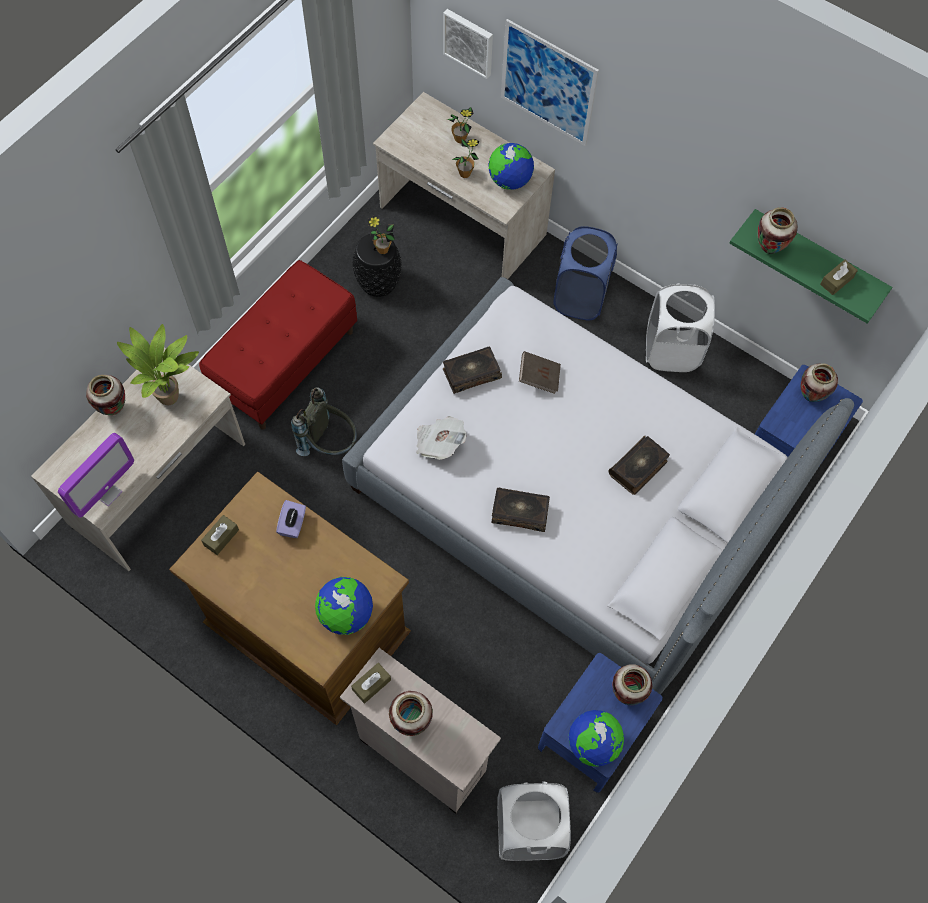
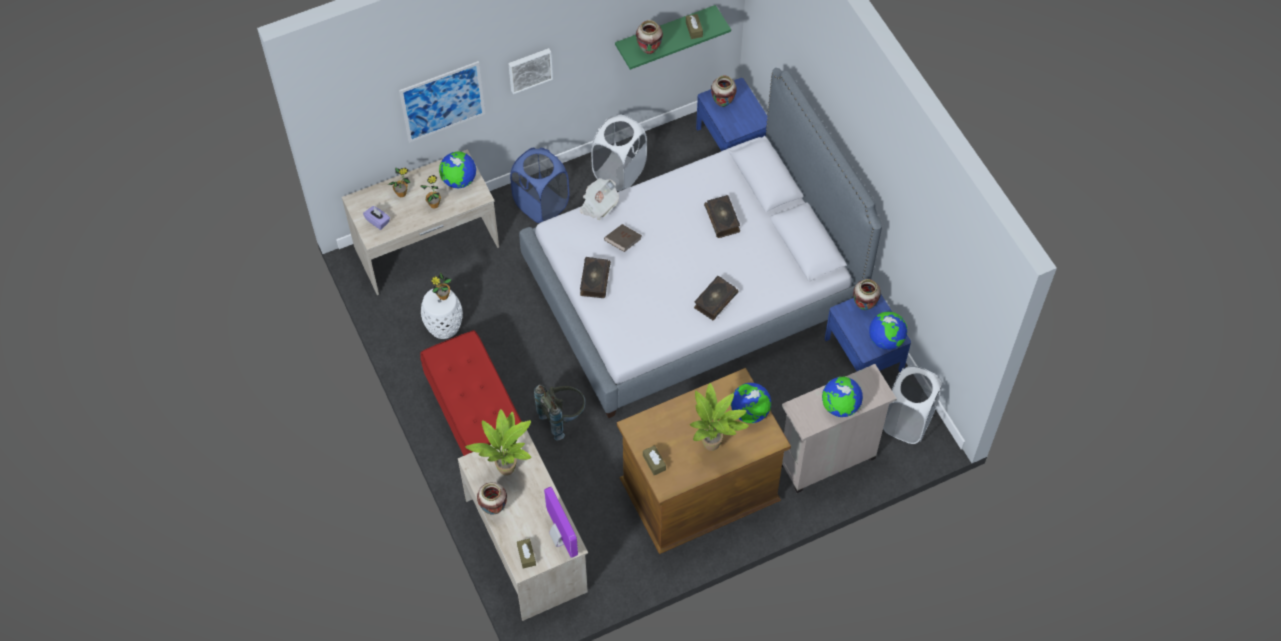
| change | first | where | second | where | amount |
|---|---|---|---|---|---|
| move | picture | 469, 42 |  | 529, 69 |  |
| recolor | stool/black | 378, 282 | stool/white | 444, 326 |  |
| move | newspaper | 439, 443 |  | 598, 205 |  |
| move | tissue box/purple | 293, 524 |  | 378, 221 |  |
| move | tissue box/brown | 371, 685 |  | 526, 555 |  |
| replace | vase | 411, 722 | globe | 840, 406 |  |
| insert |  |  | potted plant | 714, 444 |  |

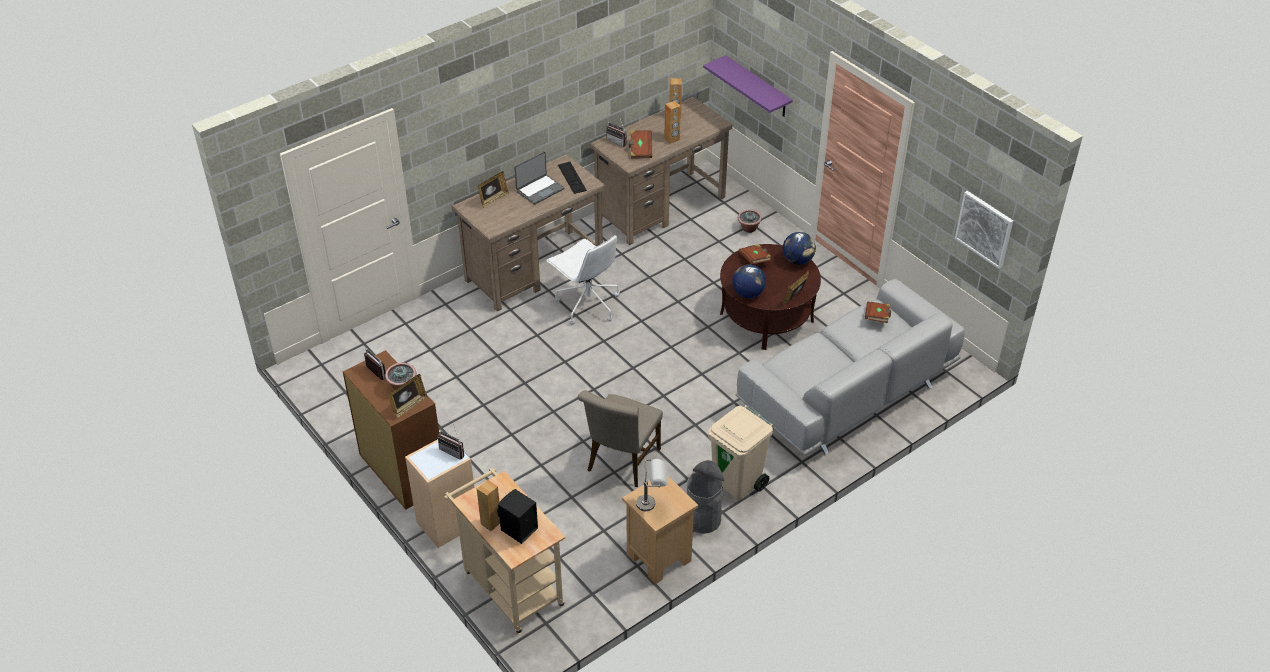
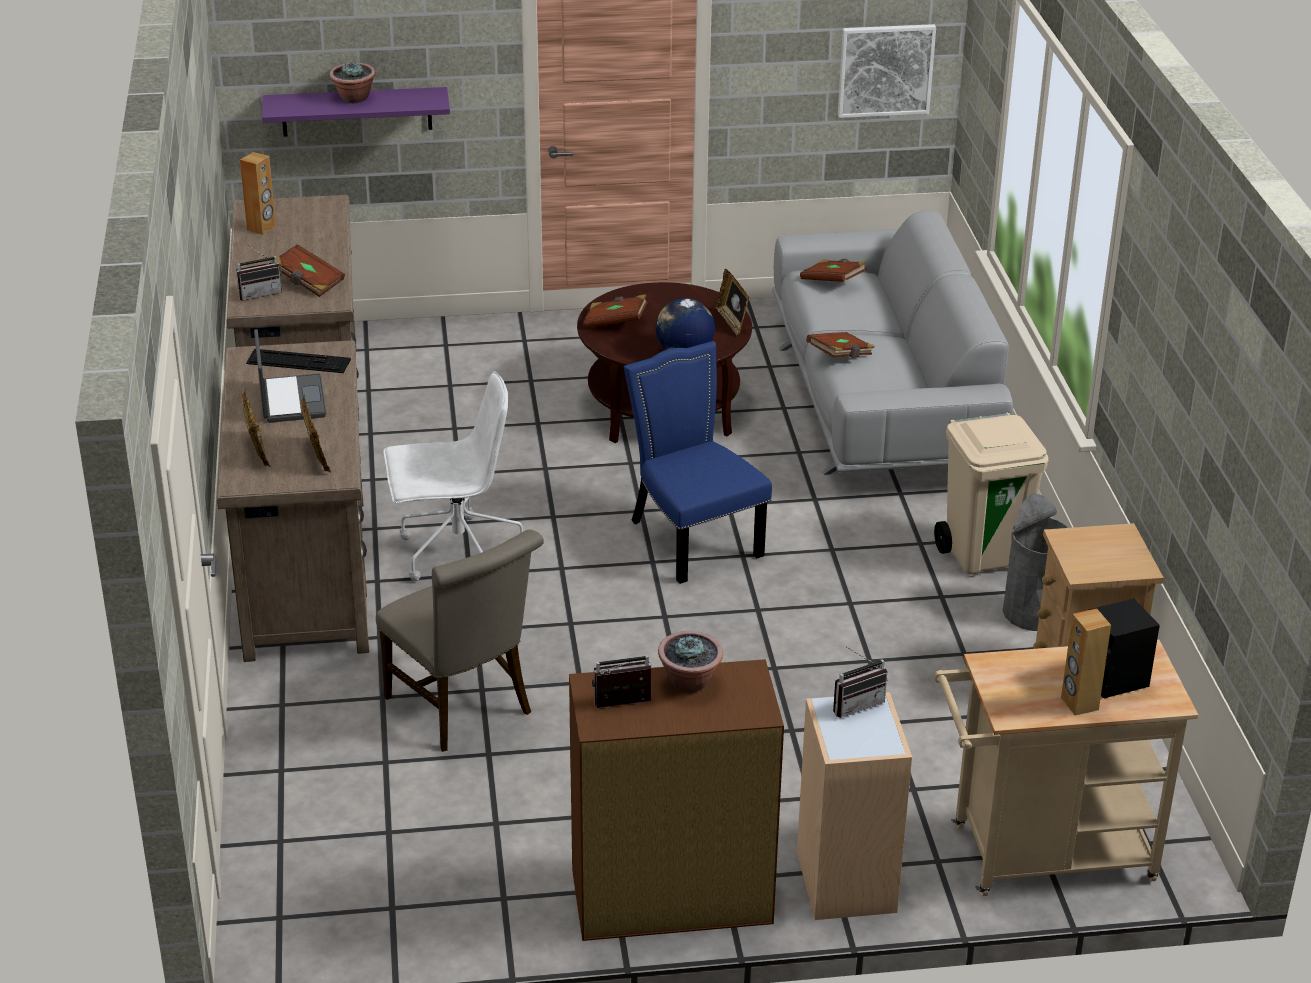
| change | first | where | second | where | amount |
|---|---|---|---|---|---|
| delete | speaker/brown | 672, 139 |  |  |  |
| move | potted plant | 748, 228 |  | 354, 98 |  |
| delete | globe | 798, 260 |  |  |  |
| move | picture frame | 409, 406 |  | 317, 457 |  |
| move | chair/beige | 621, 463 |  | 464, 708 |  |
| delete | table lamp/grey | 652, 503 |  |  |  |
| insert |  |  | book/brown | 840, 356 |  |
| insert |  |  | chair/blue | 694, 542 |  |

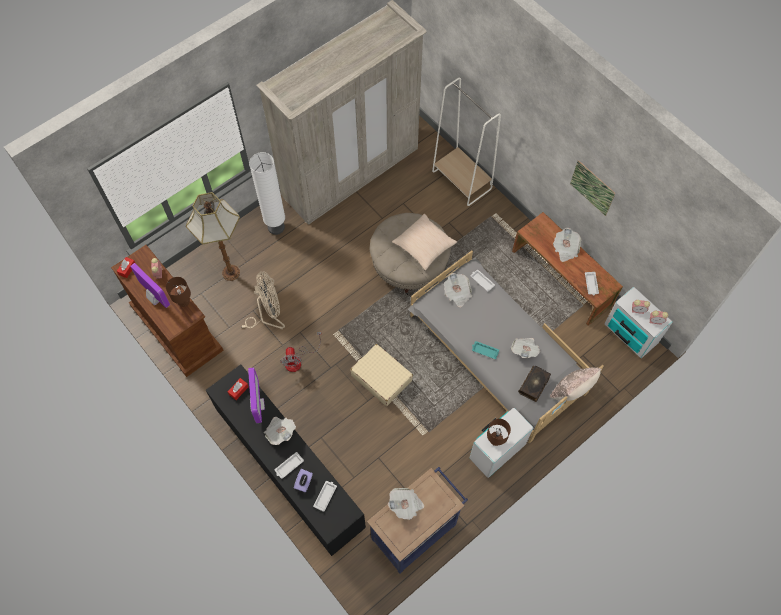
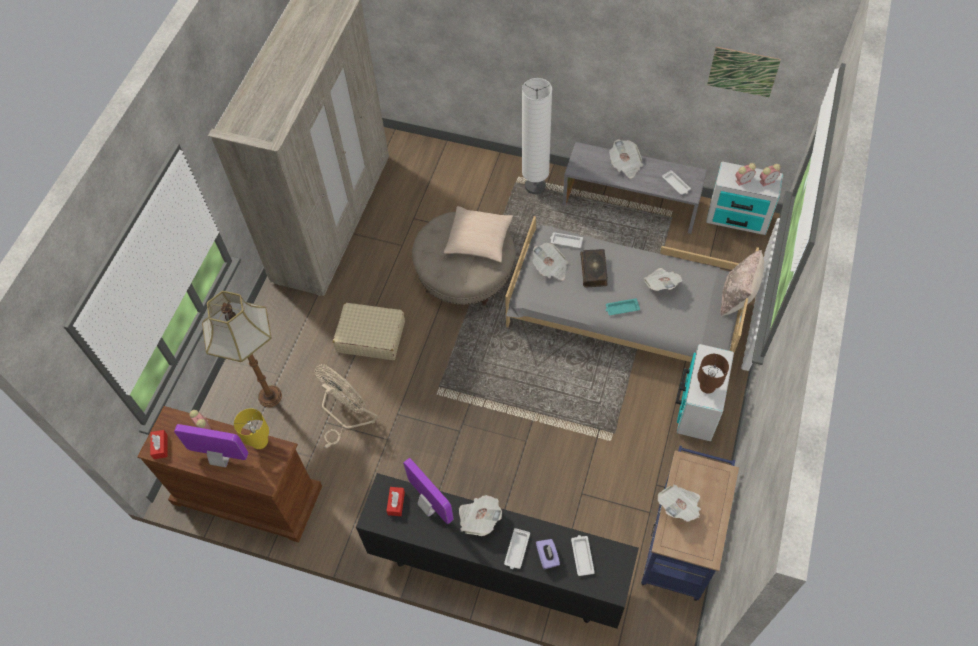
| change | first | where | second | where | amount |
|---|---|---|---|---|---|
| delete | clothes rack | 461, 181 |  |  |  |
| move | floor lamp/white | 276, 227 |  | 535, 186 |  |
| move | picture | 592, 188 |  | 743, 71 |  |
| recolor | bench/brown | 563, 277 | bench/grey | 632, 202 |  |
| recolor | table lamp/brown | 184, 302 | table lamp/yellow | 260, 442 |  |
| delete | fan | 298, 360 |  |  |  |
| move | suitcase/beige | 381, 377 |  | 370, 336 |  |
| move | book | 534, 385 |  | 594, 271 |  |

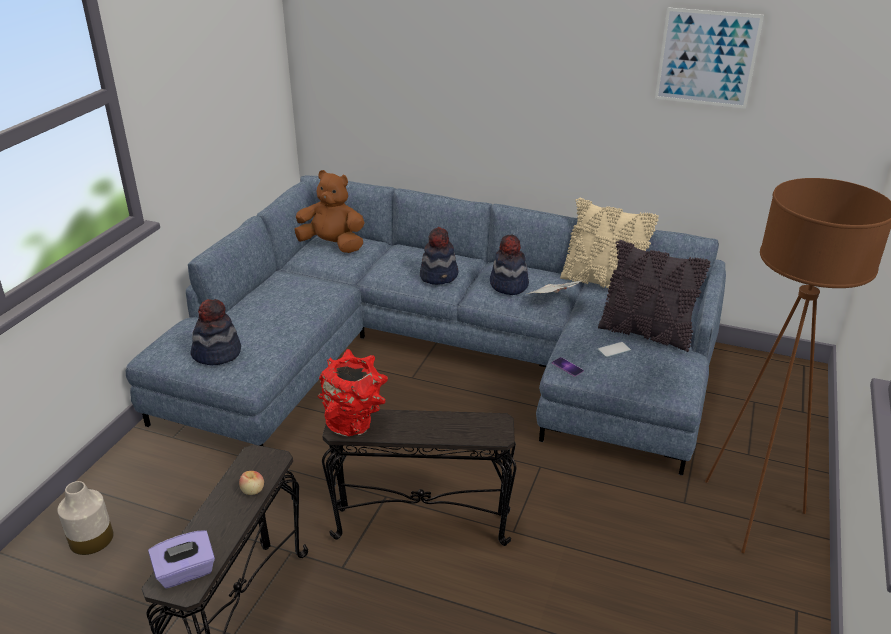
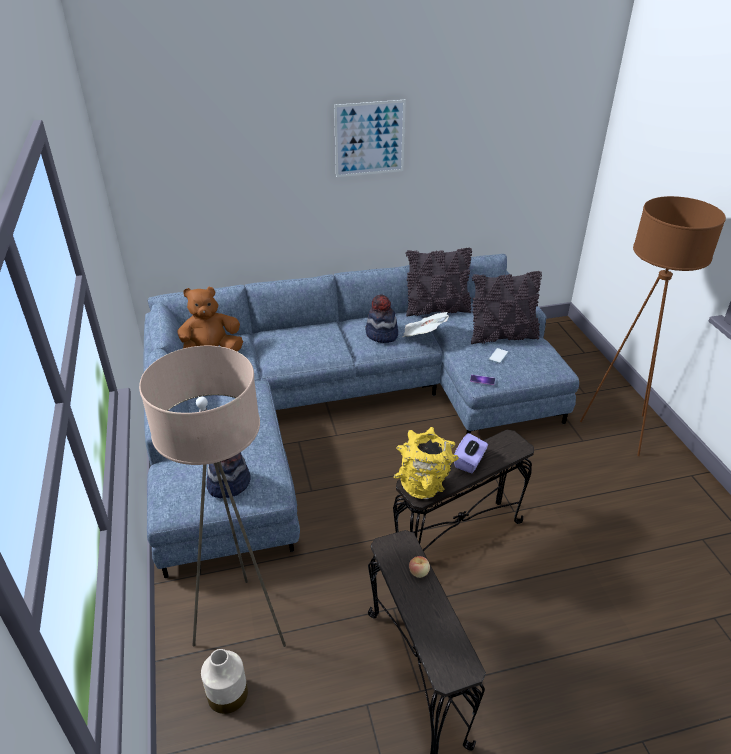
| change | first | where | second | where | amount |
|---|---|---|---|---|---|
| move | picture | 707, 58 |  | 369, 139 |  |
| recolor | pillow/beige | 603, 283 | pillow/black | 437, 309 |  |
| delete | hat | 439, 276 |  |  |  |
| recolor | vase/red | 355, 423 | vase/yellow | 424, 485 |  |
| move | tissue box/purple | 186, 572 |  | 469, 462 |  |
| insert |  |  | floor lamp/beige | 242, 623 |  |

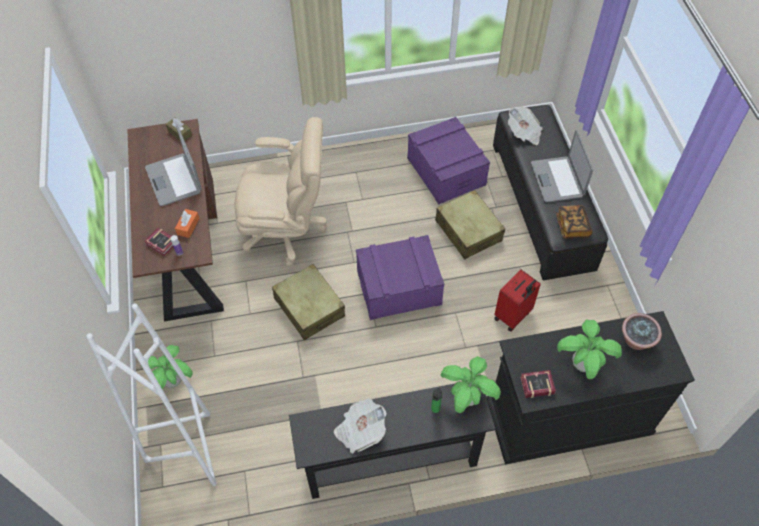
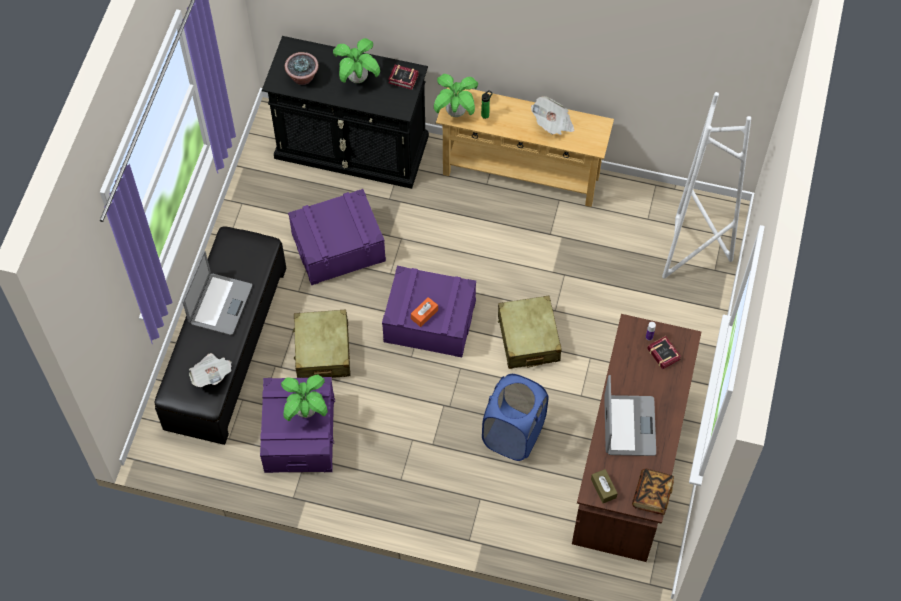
| change | first | where | second | where | amount |
|---|---|---|---|---|---|
| replace | office chair/beige | 288, 232 | laundry basket/blue | 513, 434 |  |
| move | book | 572, 227 |  | 652, 495 |  |
| move | tissue box/orange | 188, 226 |  | 424, 314 |  |
| replace | suitcase/red | 513, 316 | storage box/purple | 338, 247 |  |
| move | potted plant | 173, 381 |  | 306, 411 |  |
| recolor | console table/black | 391, 463 | console table/beige | 521, 174 |  |

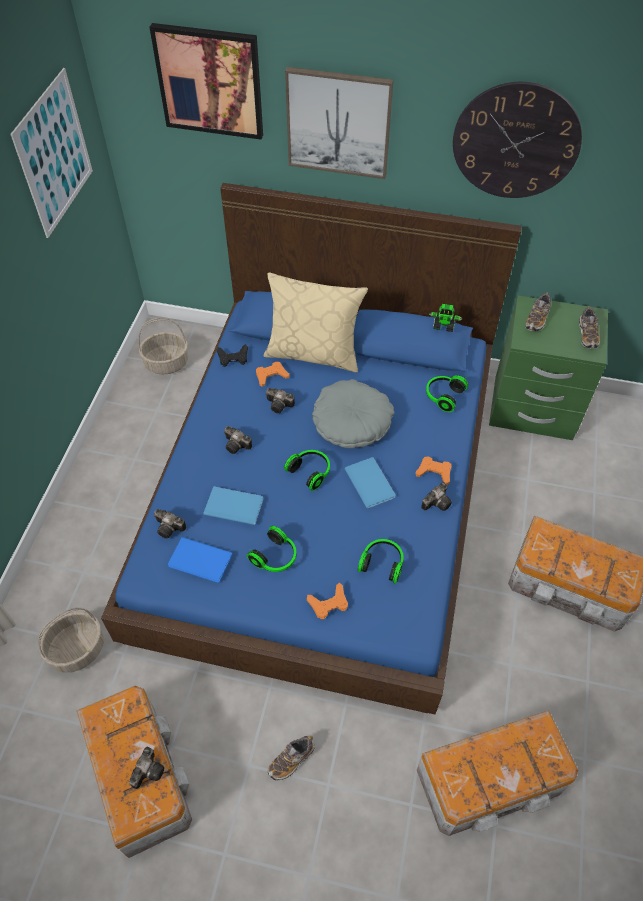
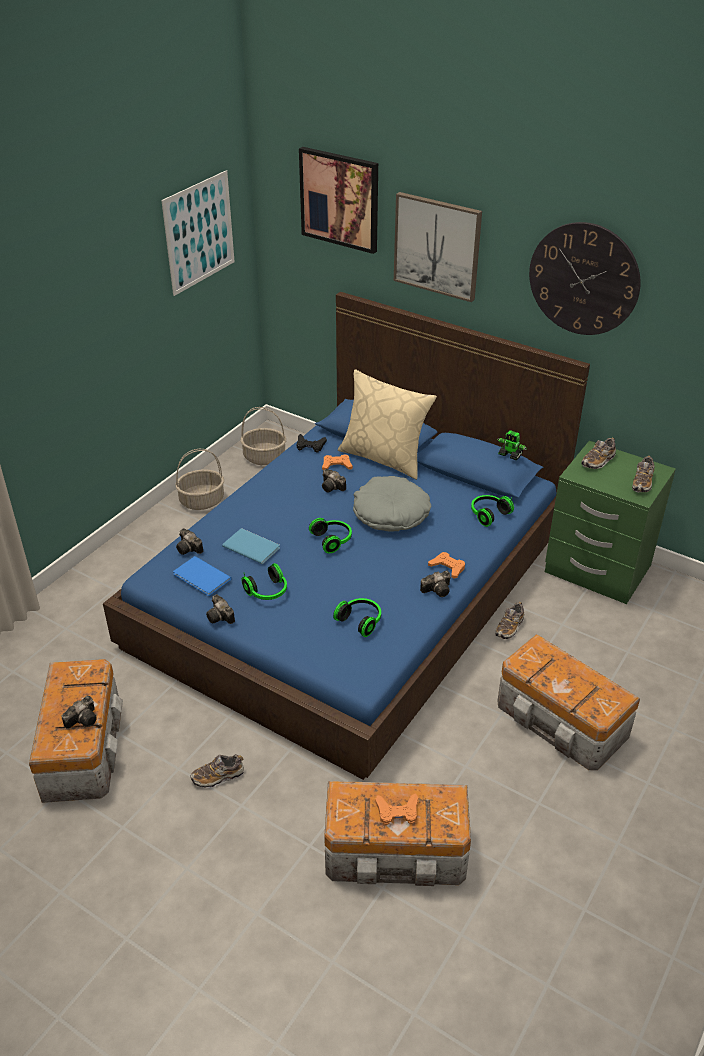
| change | first | where | second | where | amount |
|---|---|---|---|---|---|
| move | photo camera | 237, 445 |  | 221, 617 |  |
| delete | book/blue | 370, 481 |  |  |  |
| move | game controller/orange | 328, 603 |  | 397, 812 |  |
| move | basket | 78, 649 |  | 202, 500 |  |
| insert |  |  | shoe | 509, 627 |  |

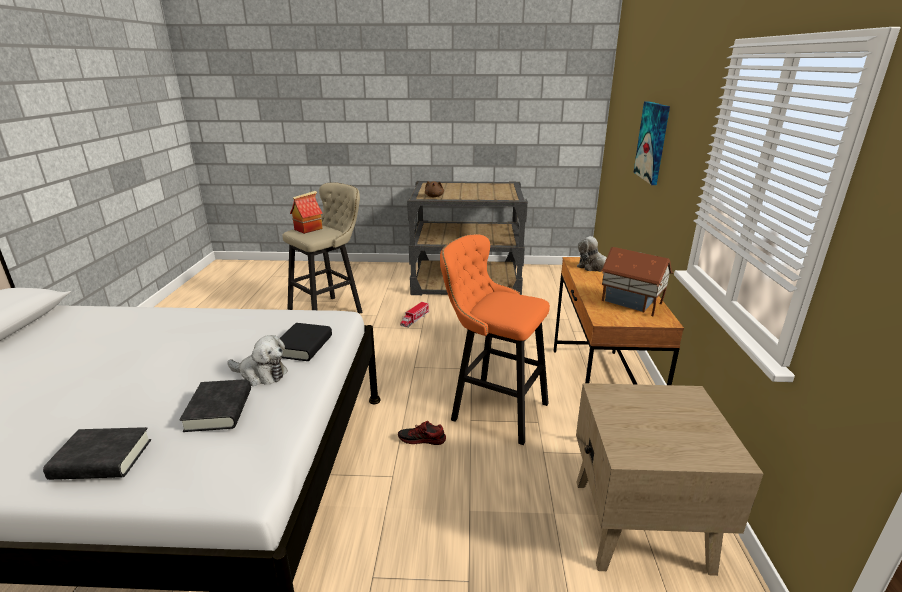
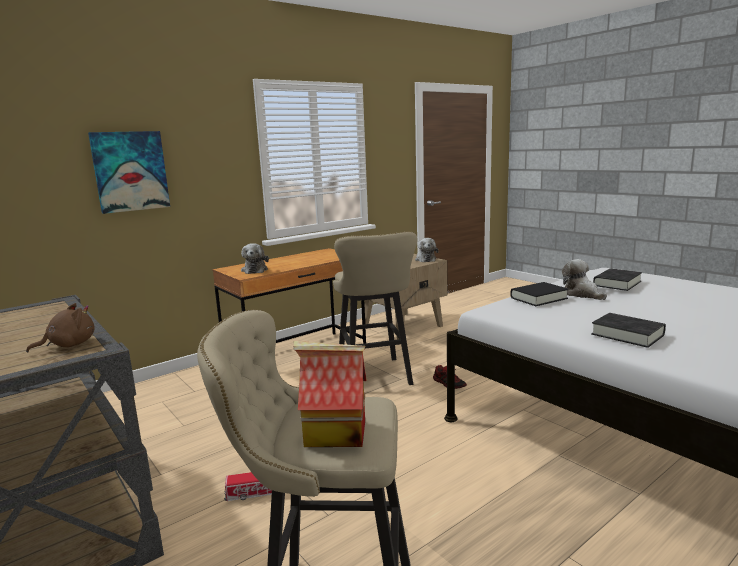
| change | first | where | second | where | amount |
|---|---|---|---|---|---|
| recolor | stool/orange | 490, 407 | stool/beige | 375, 379 |  |
| delete | toy house | 631, 303 |  |  |  |
| move | book/black | 102, 460 |  | 627, 335 |  |
| insert |  |  | plush toy | 425, 259 |  |

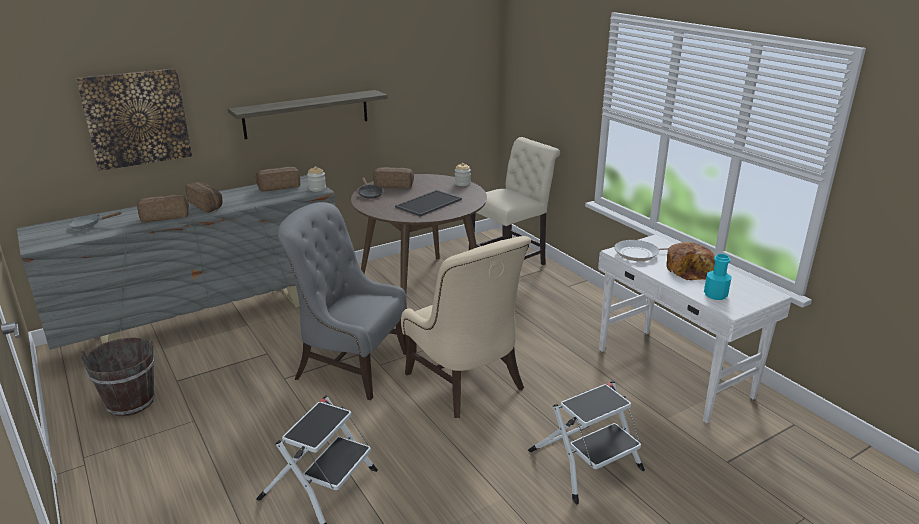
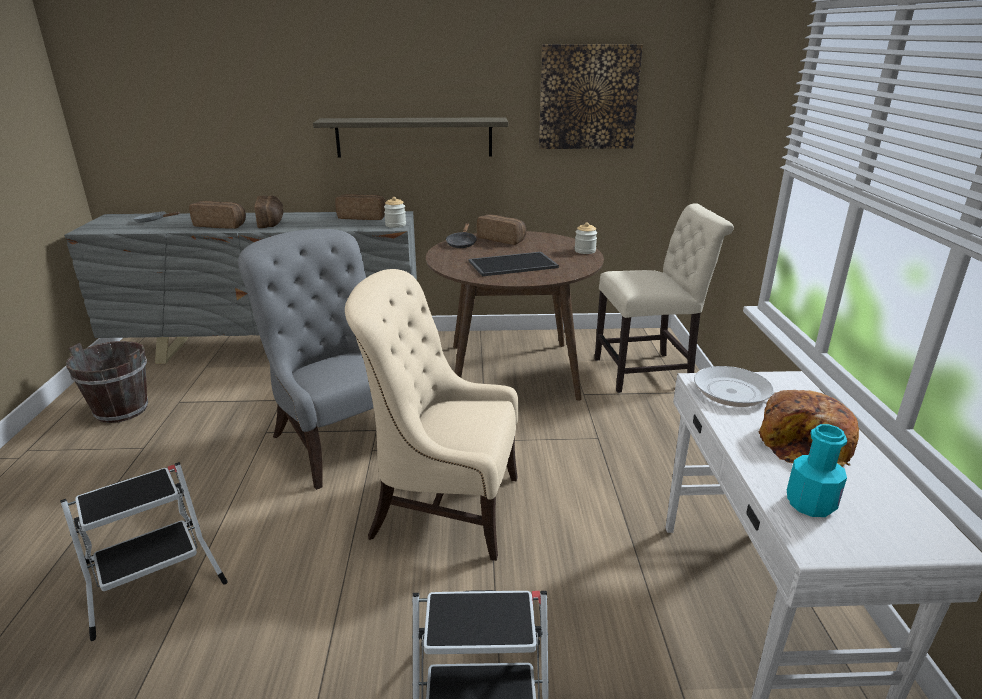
| change | first | where | second | where | amount |
|---|---|---|---|---|---|
| move | picture | 136, 118 |  | 588, 97 |  |
| rotate | chair/beige | 466, 381 |  | 443, 507 | 105 degrees clockwise |

